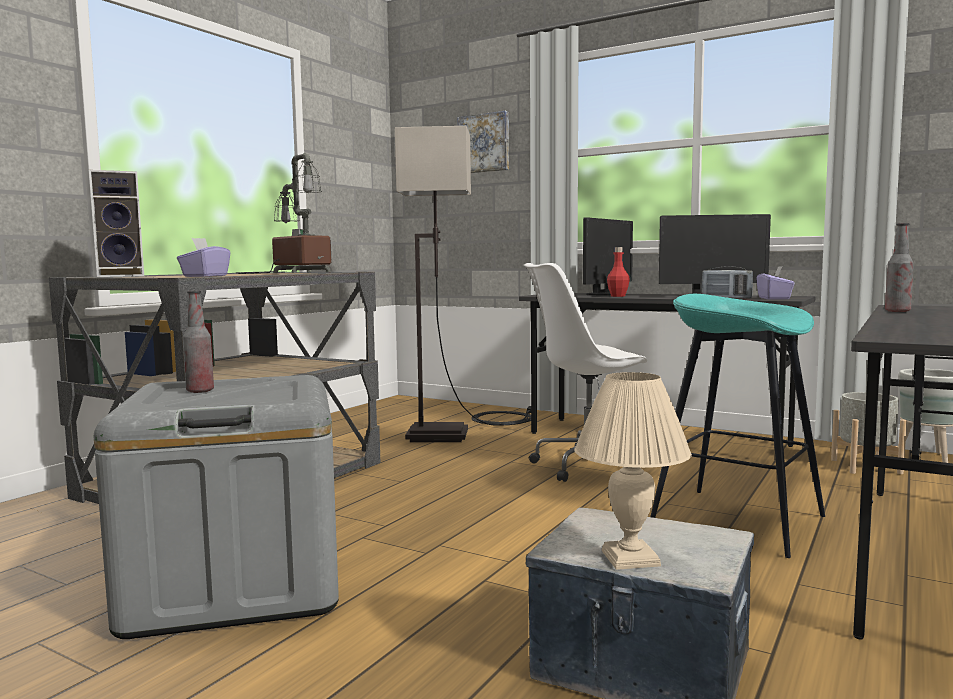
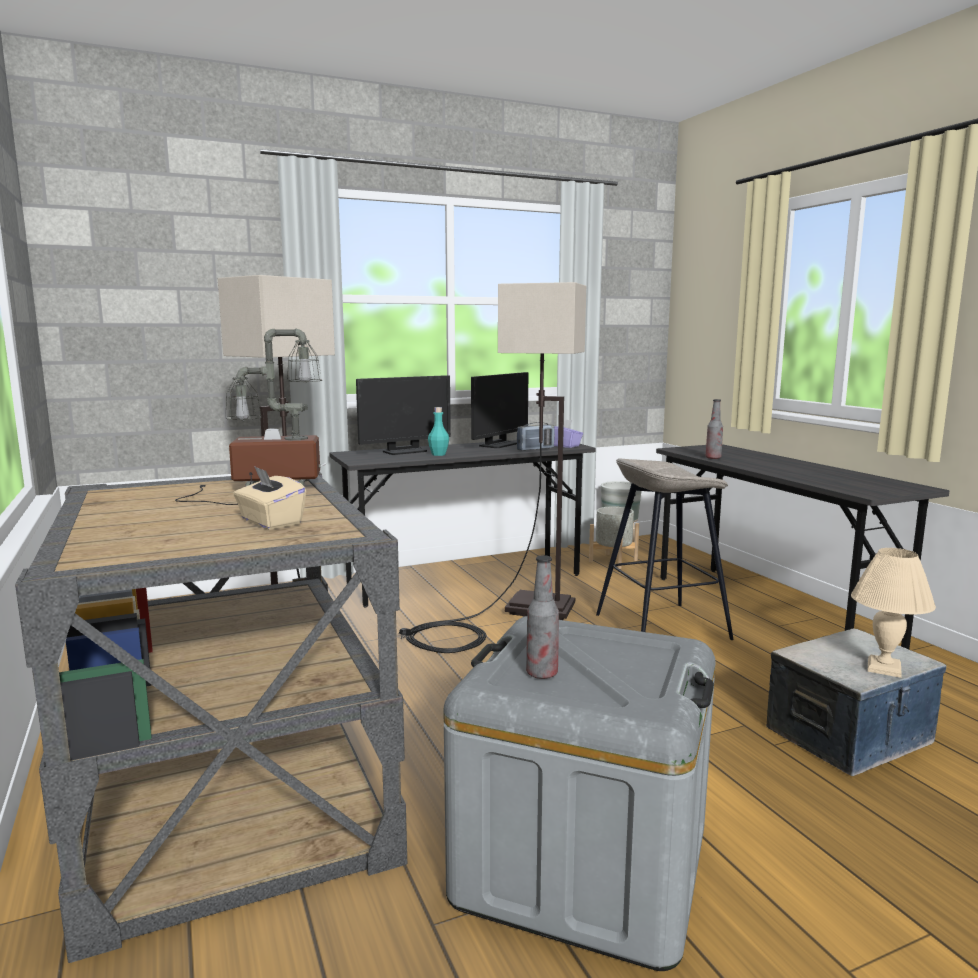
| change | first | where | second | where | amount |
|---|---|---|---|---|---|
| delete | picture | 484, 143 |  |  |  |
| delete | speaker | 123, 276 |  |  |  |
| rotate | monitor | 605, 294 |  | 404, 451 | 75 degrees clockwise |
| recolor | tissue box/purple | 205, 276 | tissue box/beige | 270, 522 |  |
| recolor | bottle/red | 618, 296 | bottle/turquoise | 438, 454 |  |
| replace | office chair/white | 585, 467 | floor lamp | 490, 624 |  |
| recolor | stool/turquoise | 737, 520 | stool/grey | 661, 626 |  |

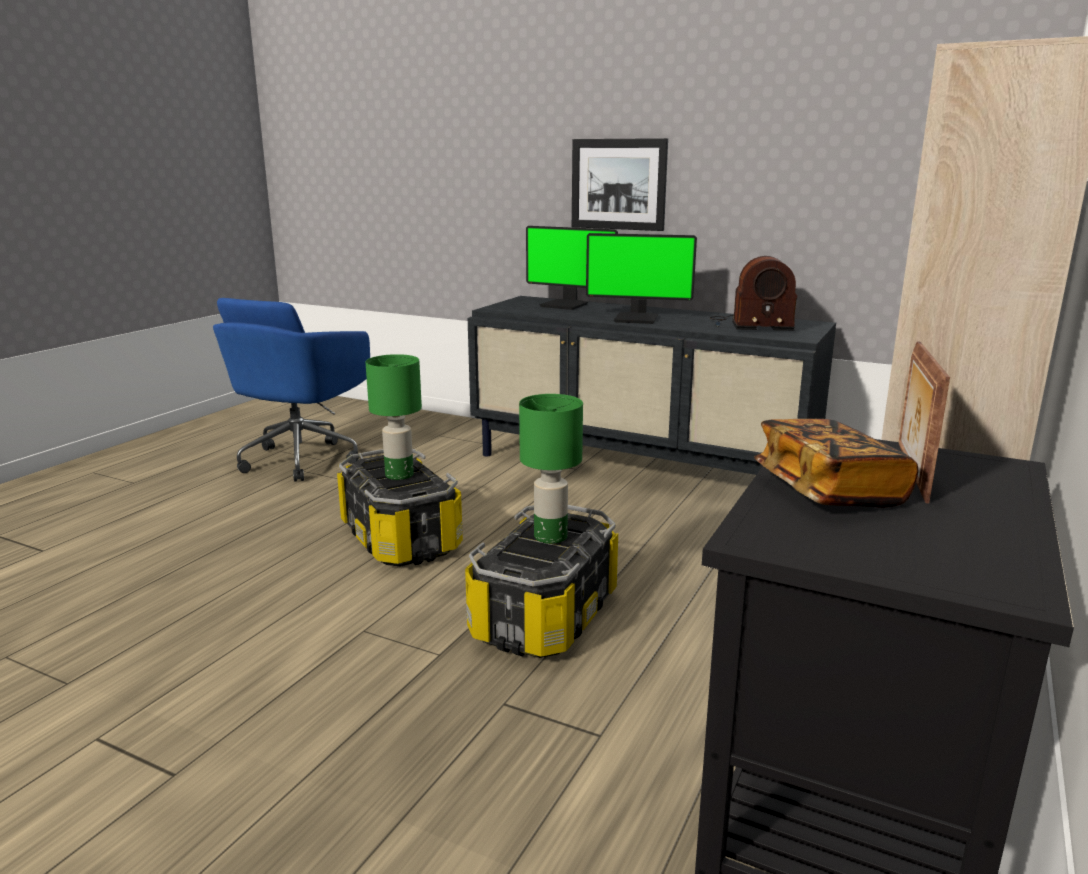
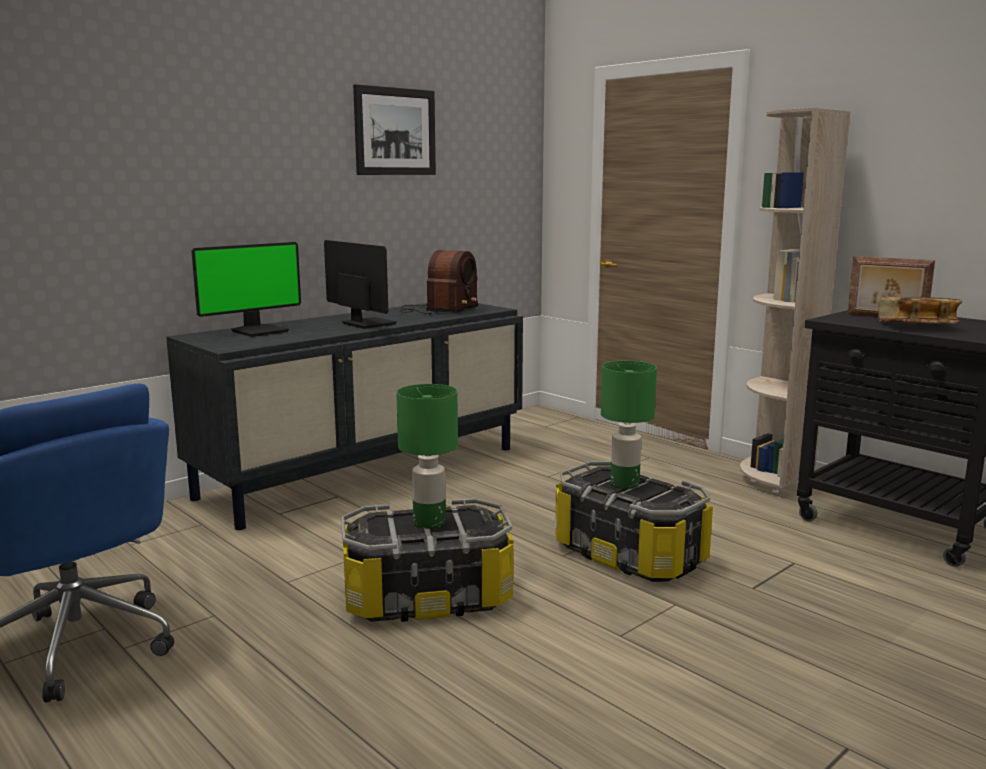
| change | first | where | second | where | amount |
|---|---|---|---|---|---|
| move | picture | 618, 184 |  | 395, 131 |  |
| rotate | monitor | 637, 319 |  | 366, 324 | 75 degrees counterclockwise |

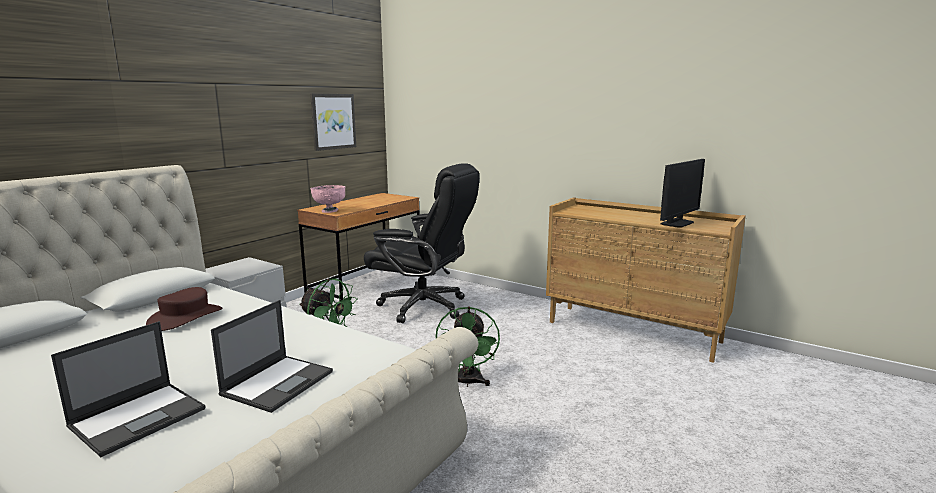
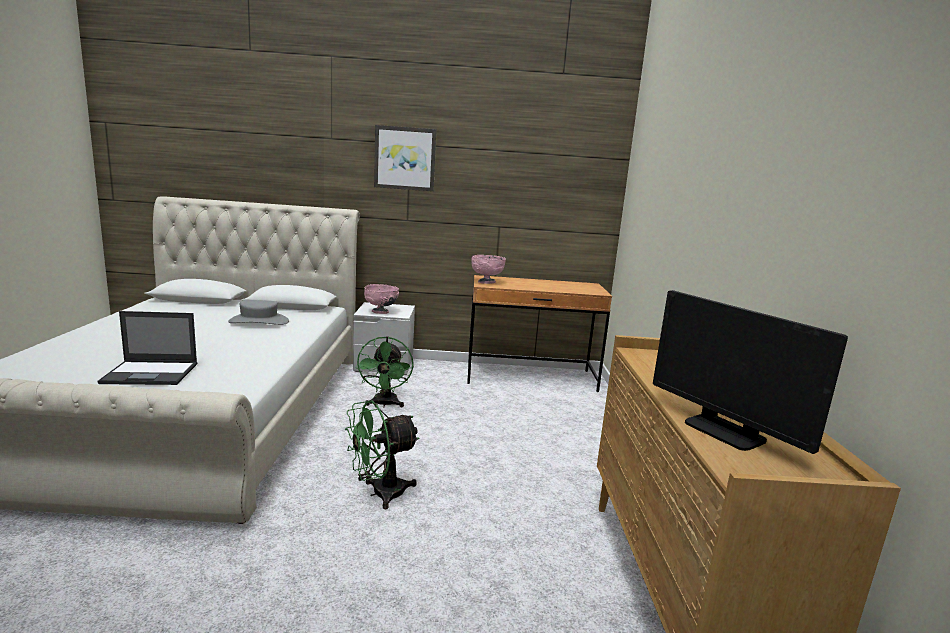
| change | first | where | second | where | amount |
|---|---|---|---|---|---|
| move | picture | 333, 121 |  | 405, 158 |  |
| rotate | monitor | 677, 223 |  | 724, 431 | 45 degrees clockwise |
| delete | office chair/black | 423, 306 |  |  |  |
| recolor | hat/brown | 185, 317 | hat/grey | 259, 321 |  |
| delete | laptop | 139, 417 |  |  |  |
| insert |  |  | bowl/pink | 380, 312 |  |

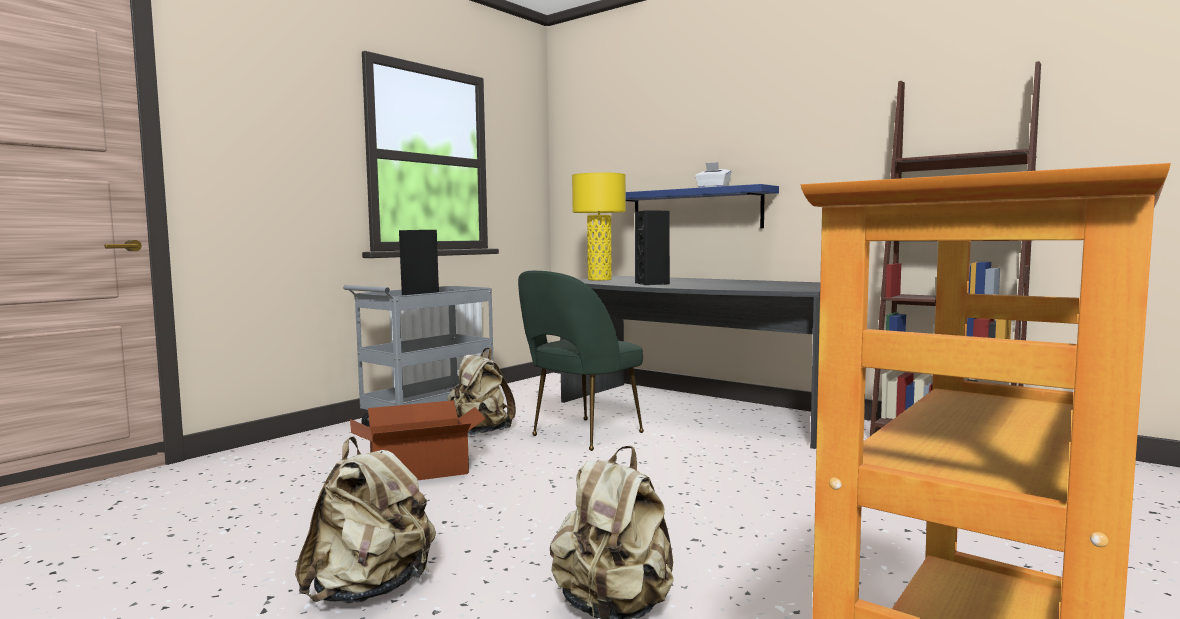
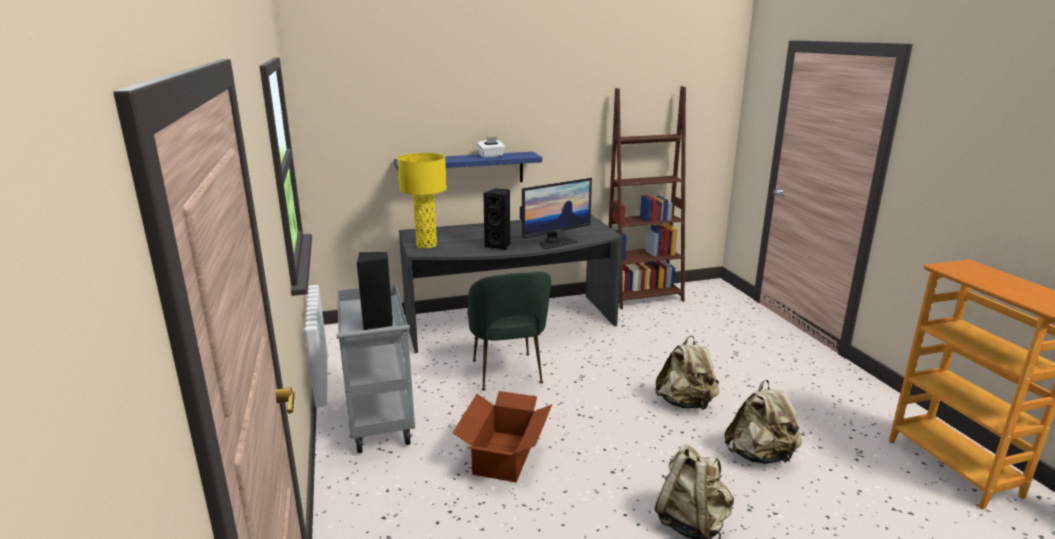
| change | first | where | second | where | amount |
|---|---|---|---|---|---|
| move | backpack/beige | 480, 433 |  | 686, 403 |  |
| insert |  |  | monitor | 555, 242 |  |

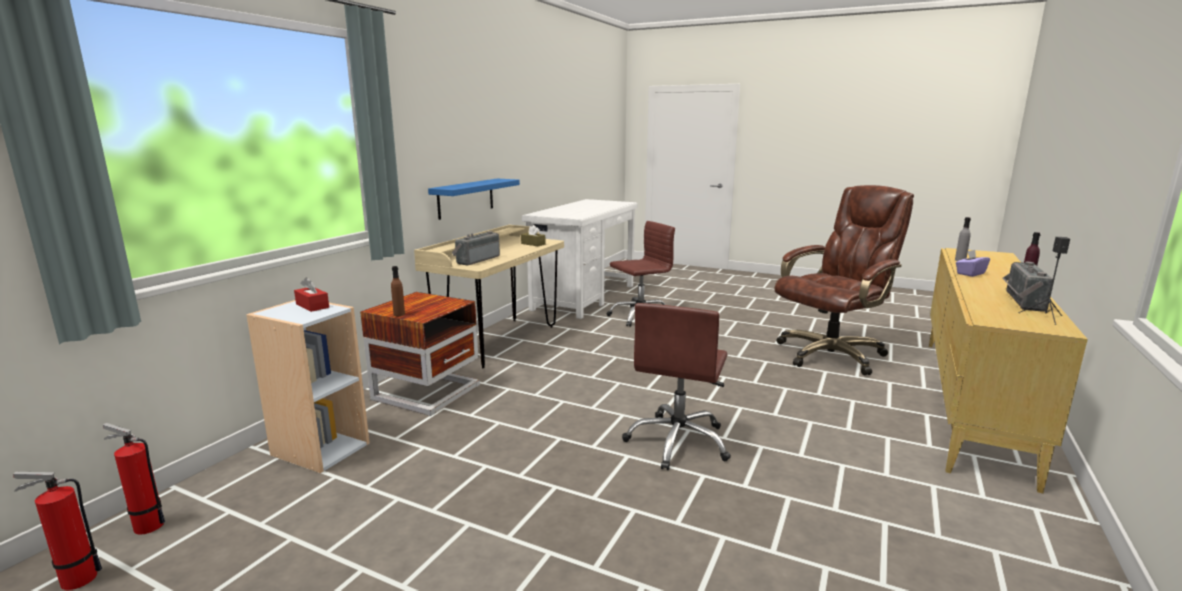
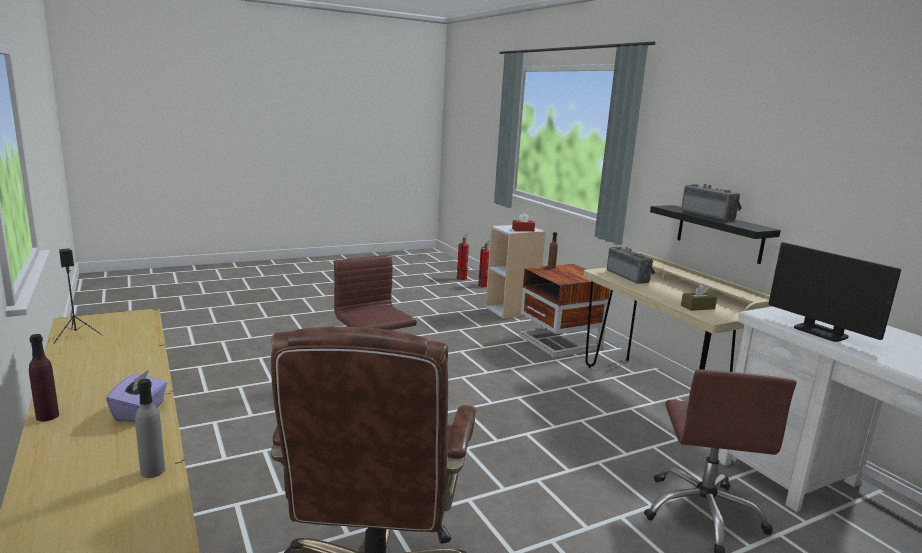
| change | first | where | second | where | amount |
|---|---|---|---|---|---|
| recolor | shelf/blue | 466, 198 | shelf/black | 719, 233 |  |
| move | radio | 1020, 301 |  | 709, 215 |  |
| insert |  |  | monitor | 820, 332 |  |

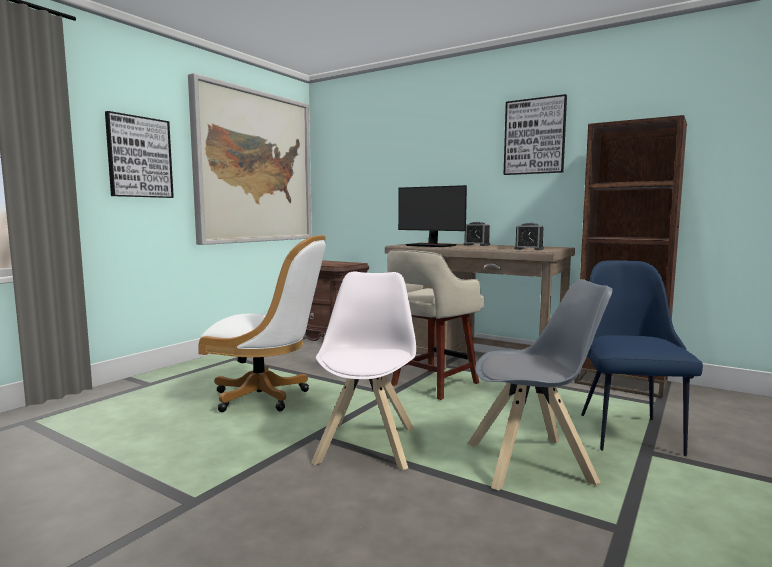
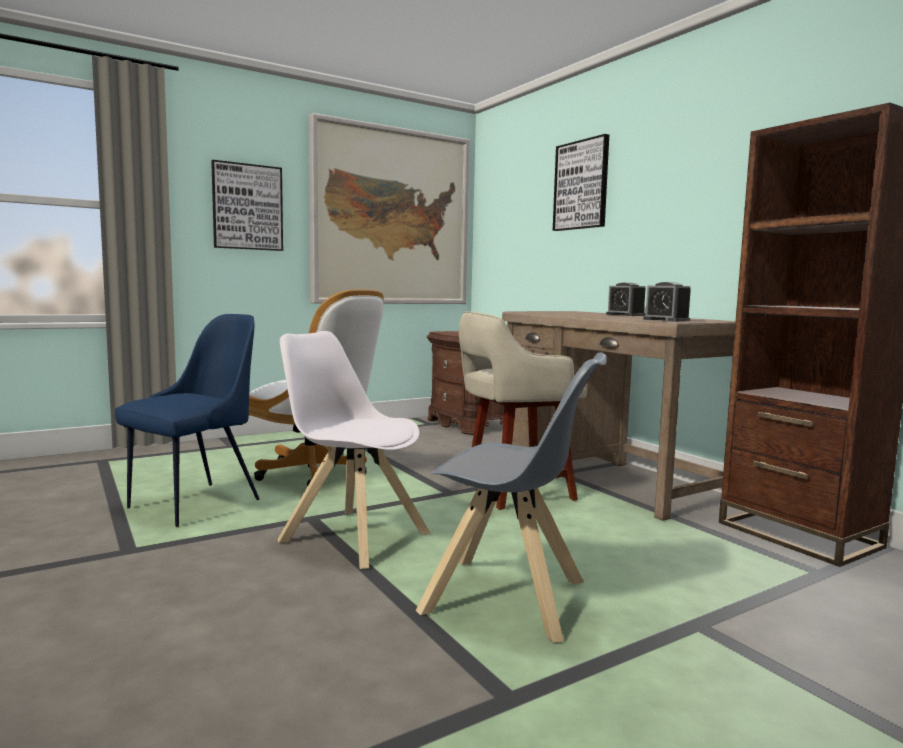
| change | first | where | second | where | amount |
|---|---|---|---|---|---|
| move | picture | 534, 136 |  | 581, 185 |  |
| delete | monitor | 431, 245 |  |  |  |
| move | chair/blue | 627, 433 |  | 195, 503 |  |
| rotate | chair/white | 367, 443 |  | 352, 536 | 90 degrees counterclockwise |

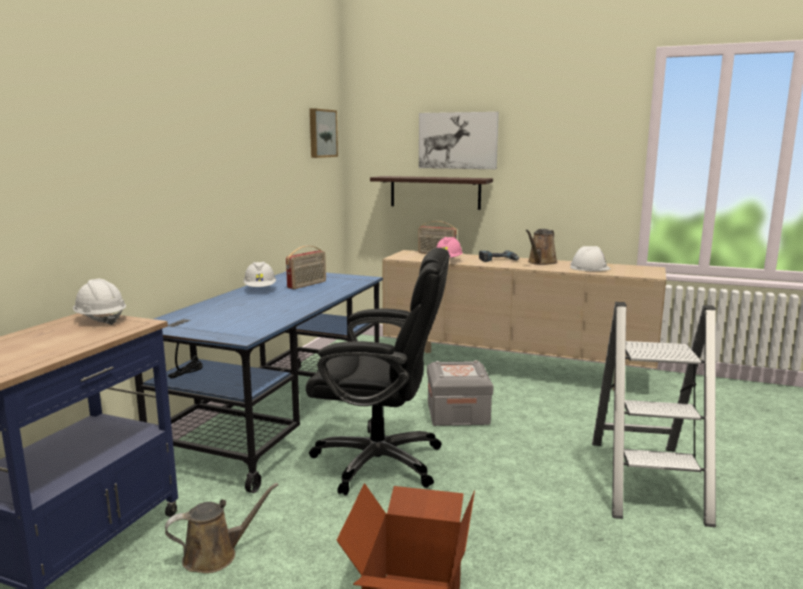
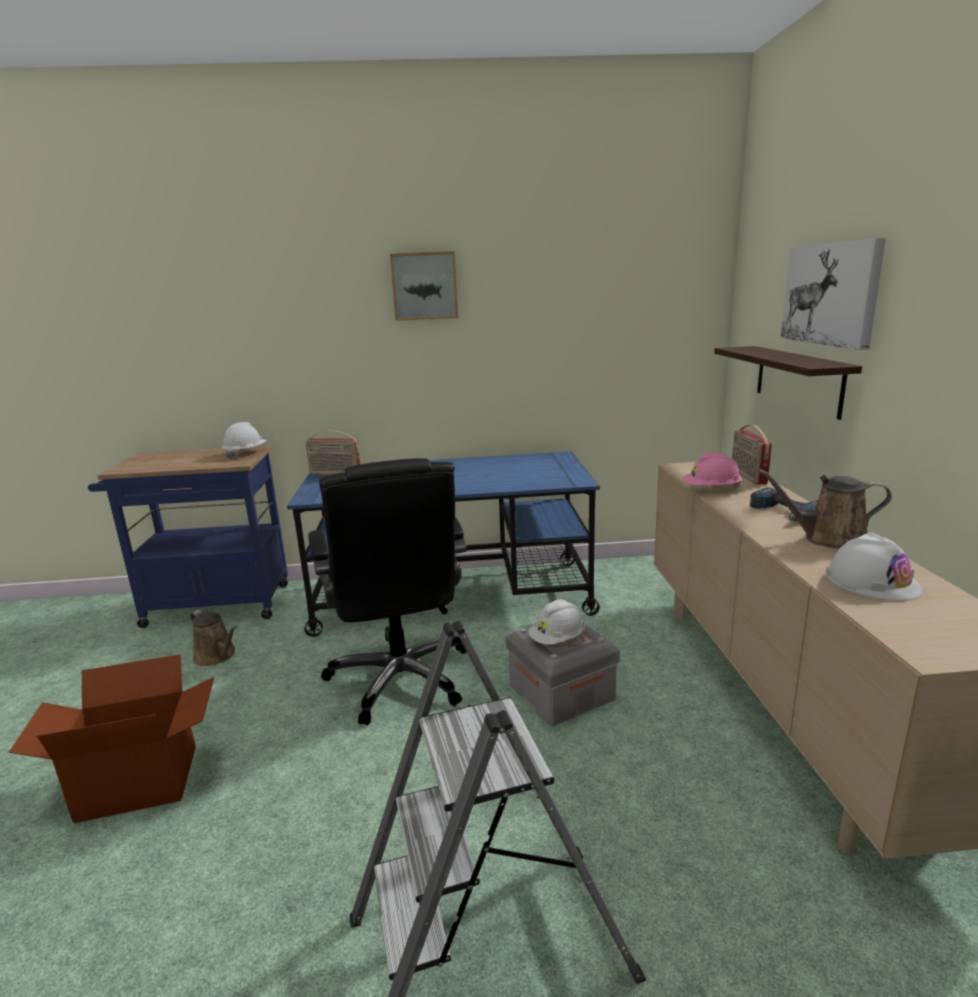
| change | first | where | second | where | amount |
|---|---|---|---|---|---|
| move | picture | 321, 133 |  | 424, 286 |  |
| move | radio | 307, 285 |  | 335, 474 |  |
| move | hard hat/white | 260, 289 |  | 557, 640 |  |

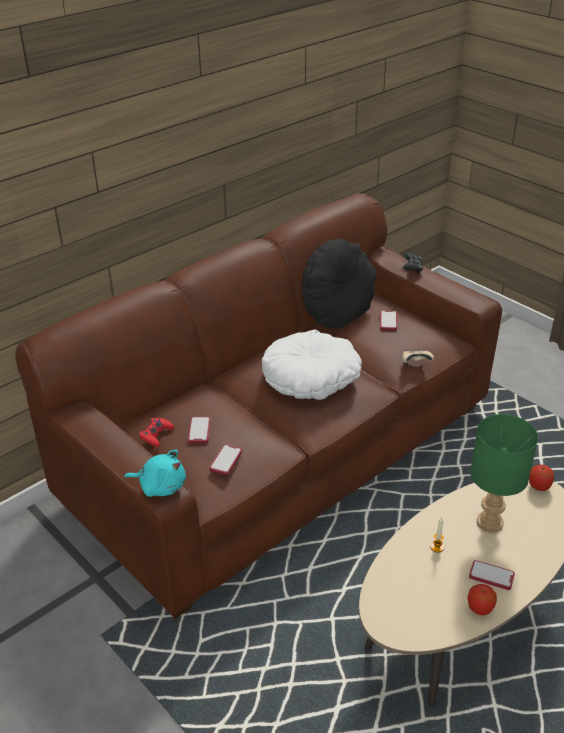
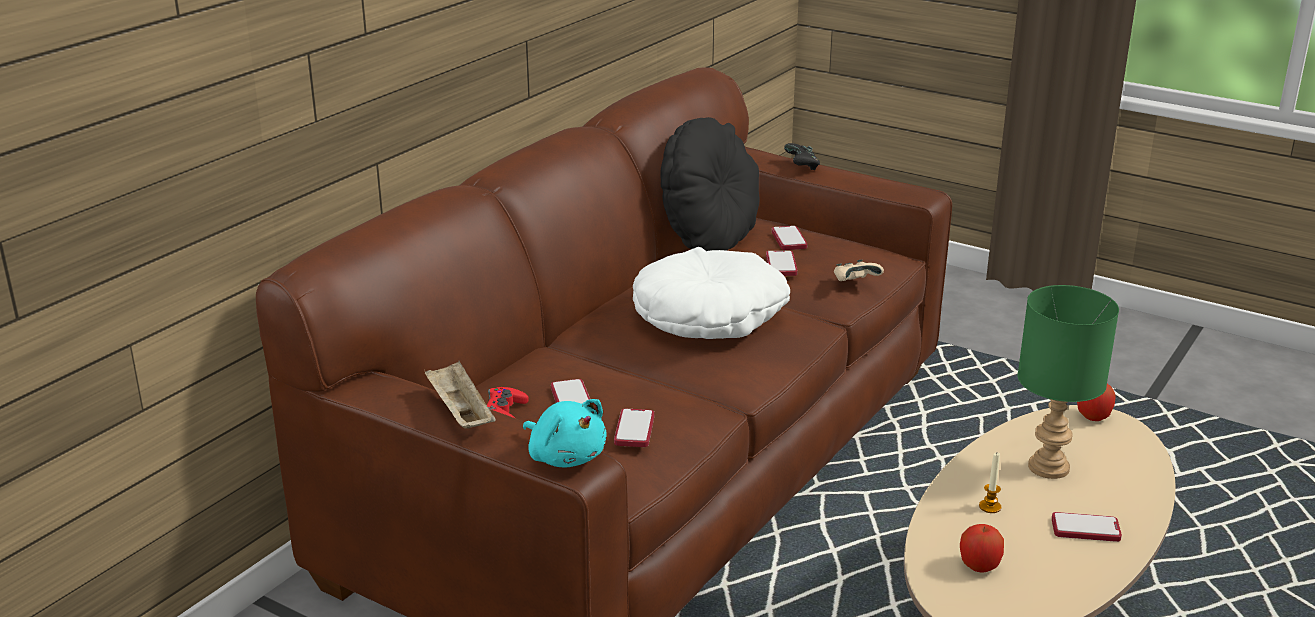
| change | first | where | second | where | amount |
|---|---|---|---|---|---|
| rotate | plush toy/turquoise | 160, 486 |  | 565, 456 | 45 degrees clockwise |
| move | apple | 480, 608 |  | 979, 566 |  |
| insert |  |  | phone | 781, 265 |  |
| insert |  |  | tray/beige | 459, 413 |  |

